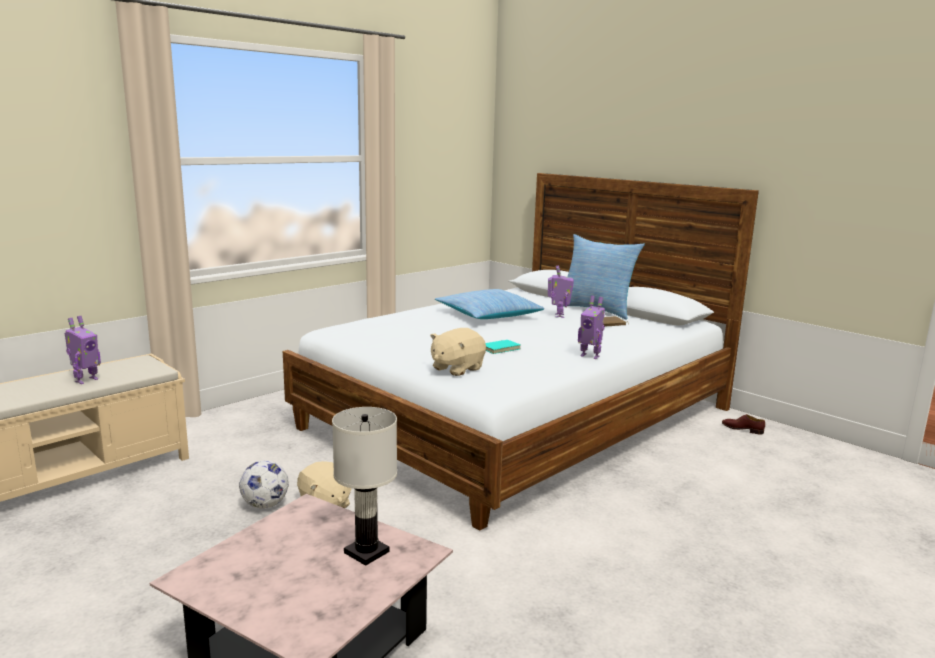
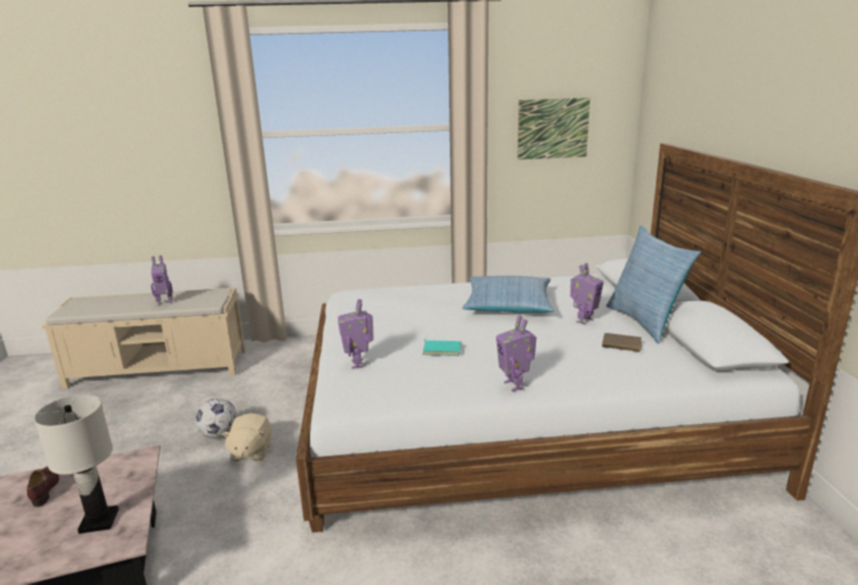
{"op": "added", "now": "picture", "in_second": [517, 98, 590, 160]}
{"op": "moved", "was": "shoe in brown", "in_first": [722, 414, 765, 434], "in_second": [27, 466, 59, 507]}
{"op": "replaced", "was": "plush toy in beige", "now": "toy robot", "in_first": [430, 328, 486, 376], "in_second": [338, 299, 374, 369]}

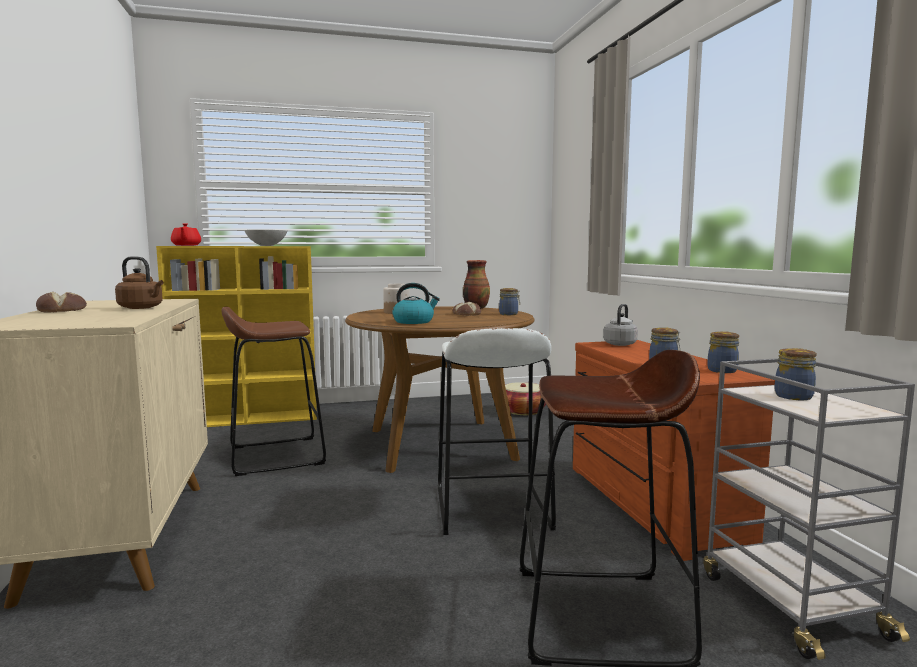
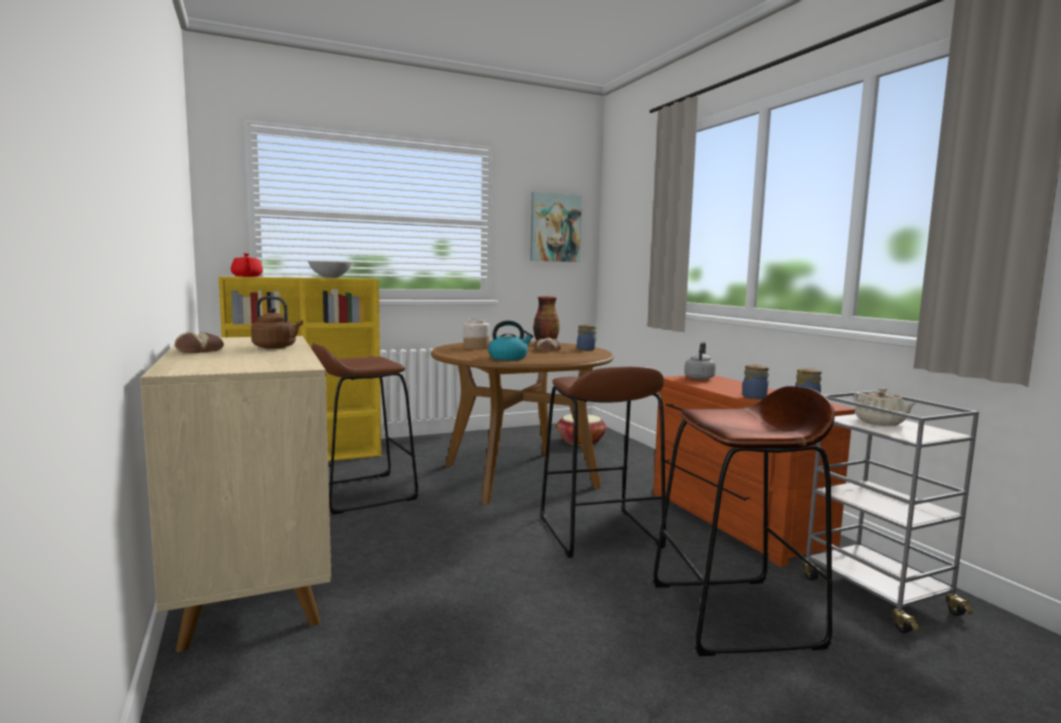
{"op": "added", "now": "picture", "in_second": [530, 192, 582, 262]}
{"op": "replaced", "was": "jar", "now": "teapot in beige", "in_first": [775, 348, 817, 400], "in_second": [853, 387, 917, 426]}
{"op": "recoloured", "was": "stool in white", "now": "stool in brown", "in_first": [438, 328, 556, 535], "in_second": [541, 366, 666, 558]}

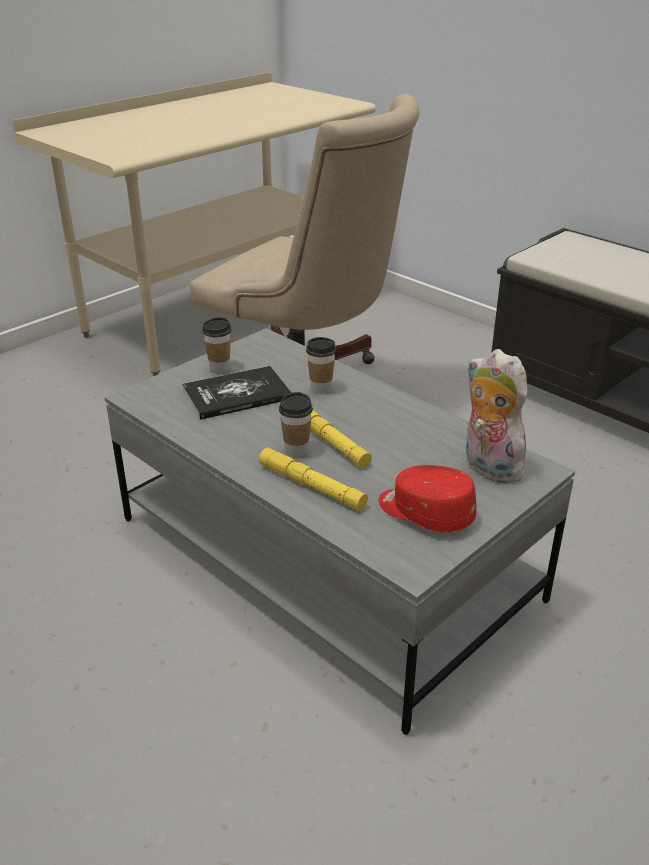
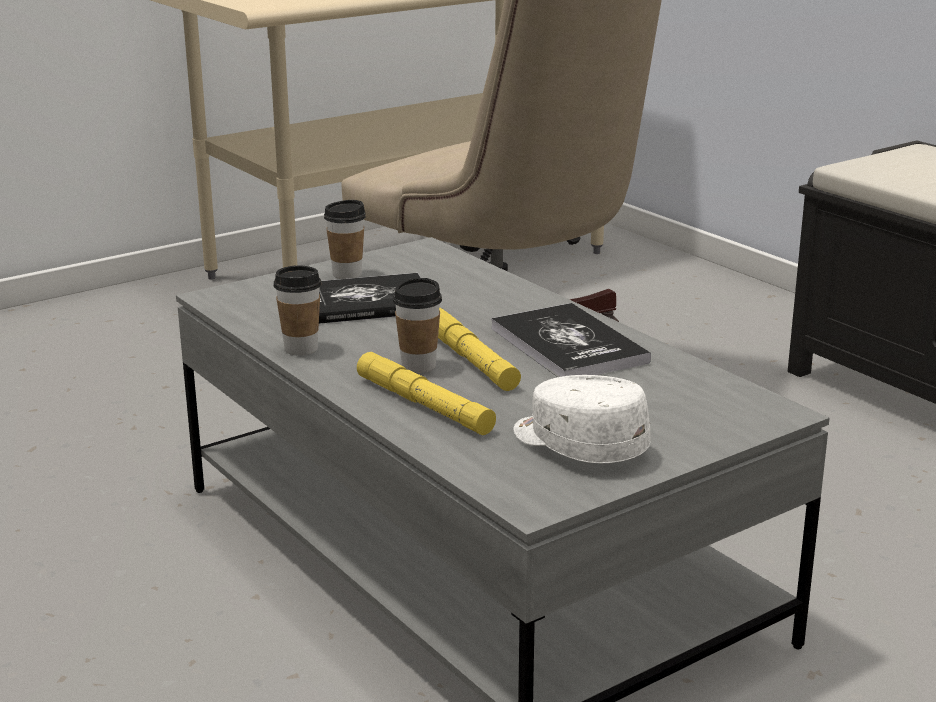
{"op": "removed", "was": "plush toy", "in_first": [466, 349, 527, 483]}
{"op": "added", "now": "book", "in_second": [491, 303, 651, 377]}
{"op": "moved", "was": "cup", "in_first": [306, 337, 336, 394], "in_second": [274, 265, 321, 355]}
{"op": "recoloured", "was": "cap in red", "now": "cap in white", "in_first": [379, 465, 477, 533], "in_second": [514, 375, 651, 463]}

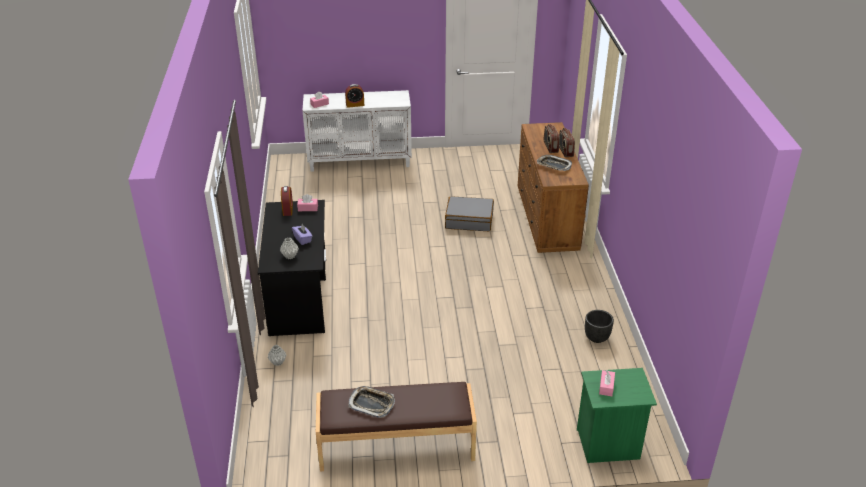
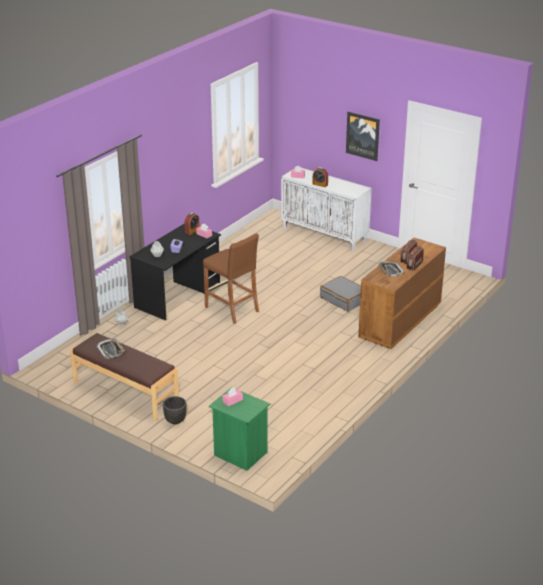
{"op": "added", "now": "stool in brown", "in_second": [203, 234, 259, 324]}
{"op": "added", "now": "picture", "in_second": [346, 112, 380, 161]}
{"op": "moved", "was": "planter in black", "in_first": [585, 310, 614, 343], "in_second": [163, 396, 187, 424]}

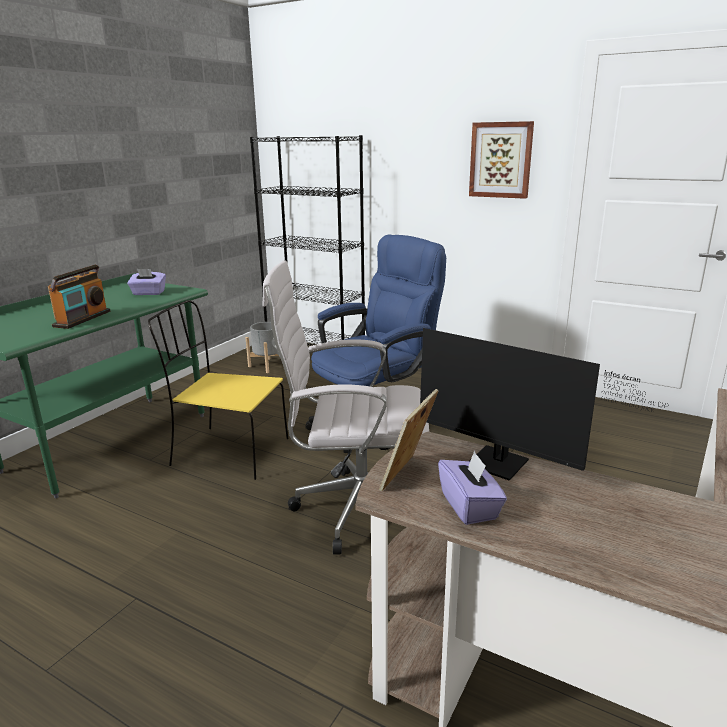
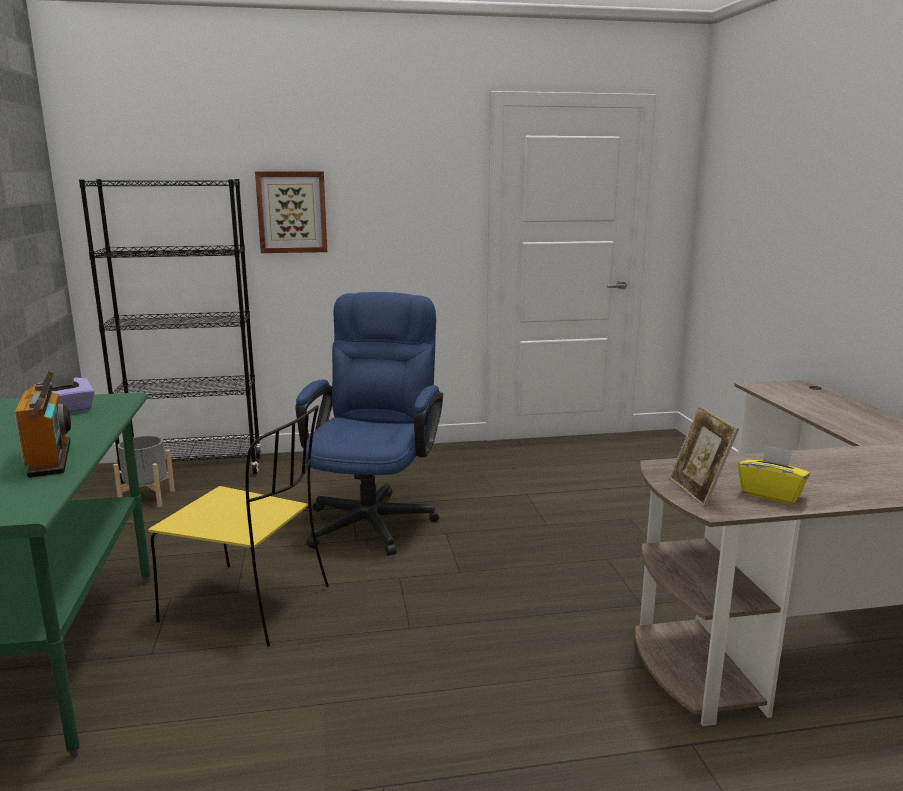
{"op": "removed", "was": "office chair in white", "in_first": [262, 260, 429, 554]}
{"op": "removed", "was": "monitor", "in_first": [420, 328, 667, 481]}
{"op": "moved", "was": "picture", "in_first": [469, 121, 534, 199], "in_second": [255, 171, 327, 253]}
{"op": "recoloured", "was": "tissue box in purple", "now": "tissue box in yellow", "in_first": [438, 451, 507, 525], "in_second": [738, 445, 810, 505]}
{"op": "turned", "was": "chair in yellow", "in_first": [148, 300, 288, 480], "in_second": [148, 405, 329, 647], "clockwise": -135}

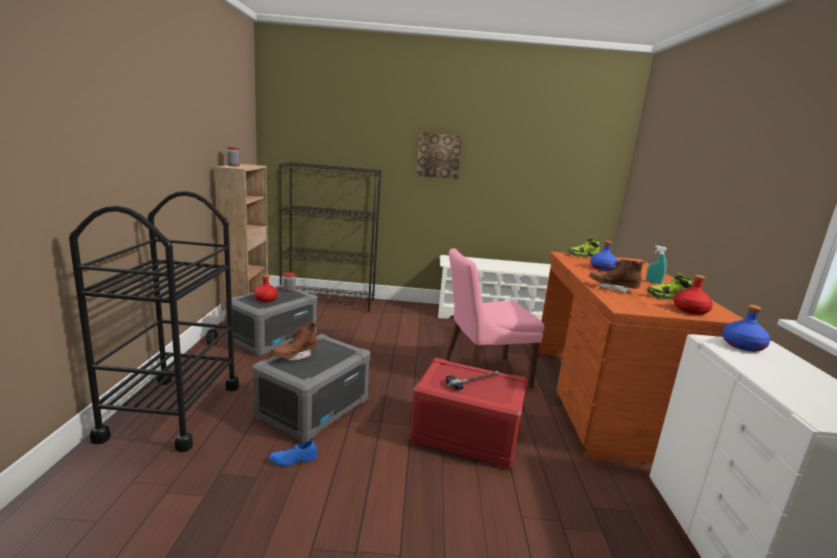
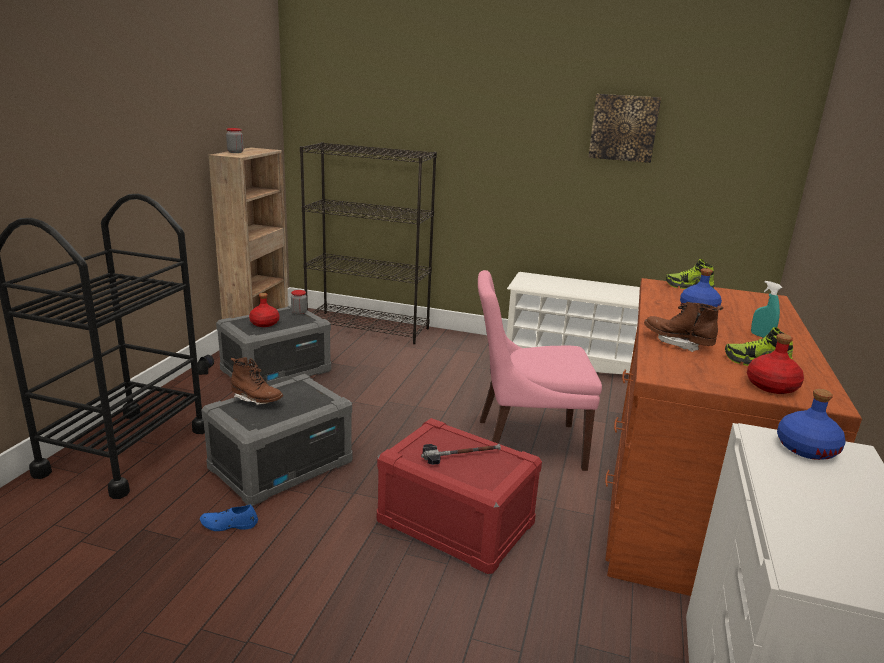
{"op": "moved", "was": "picture", "in_first": [417, 133, 462, 179], "in_second": [588, 94, 661, 163]}
{"op": "turned", "was": "boot in brown", "in_first": [273, 321, 317, 361], "in_second": [231, 357, 283, 405], "clockwise": -120}

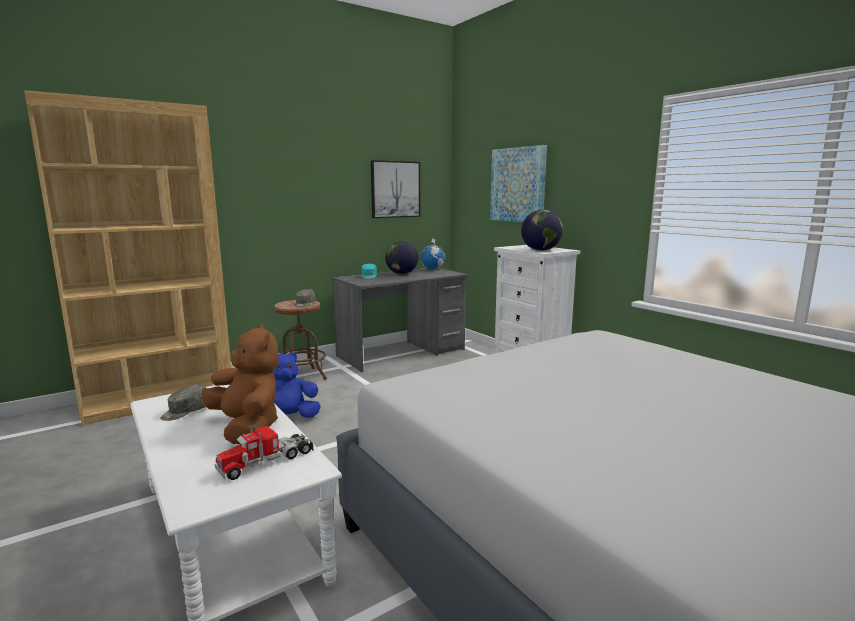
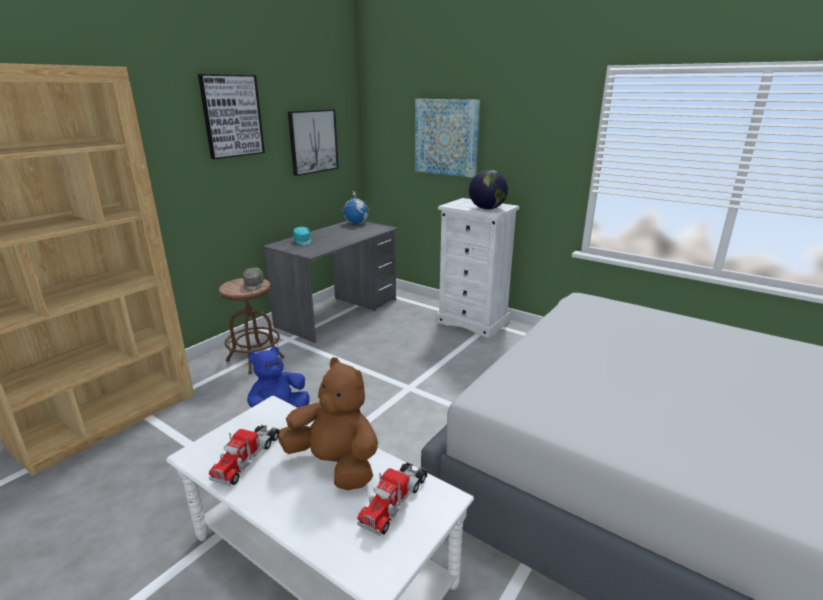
{"op": "removed", "was": "globe", "in_first": [385, 241, 418, 274]}
{"op": "added", "now": "picture", "in_second": [198, 74, 265, 159]}
{"op": "replaced", "was": "cap in grey", "now": "toy truck", "in_first": [160, 384, 206, 421], "in_second": [209, 425, 280, 486]}

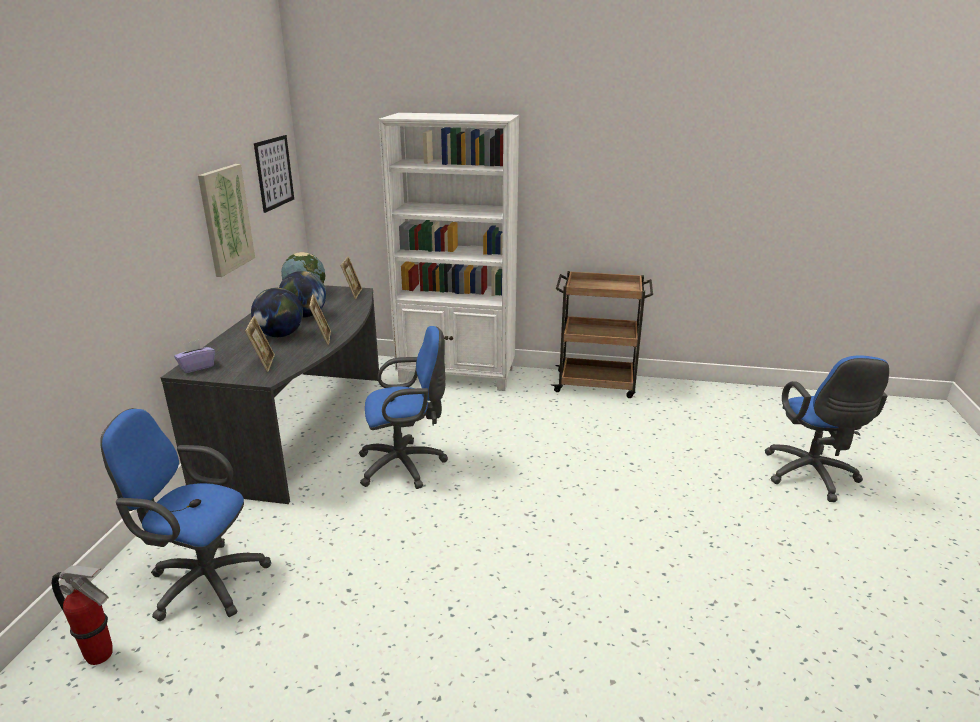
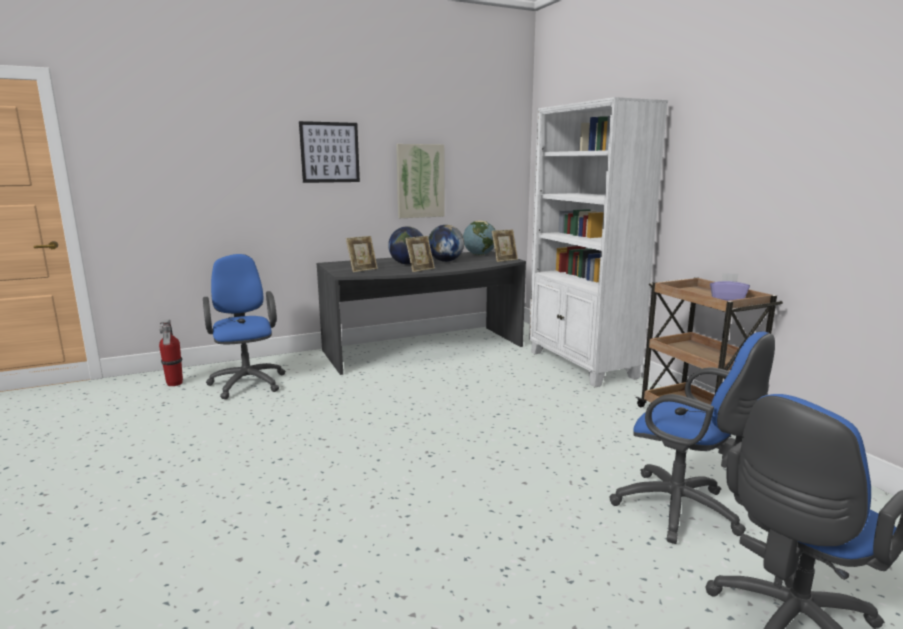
{"op": "moved", "was": "tissue box in purple", "in_first": [174, 340, 215, 373], "in_second": [710, 273, 750, 301]}
{"op": "moved", "was": "picture", "in_first": [254, 135, 294, 213], "in_second": [299, 121, 360, 183]}
{"op": "moved", "was": "office chair in blue", "in_first": [359, 326, 448, 489], "in_second": [609, 331, 775, 544]}

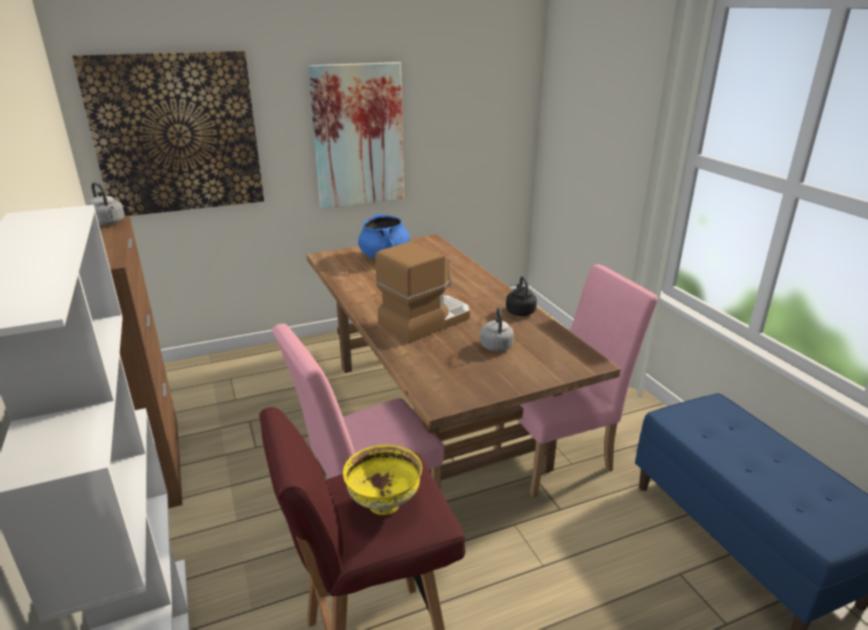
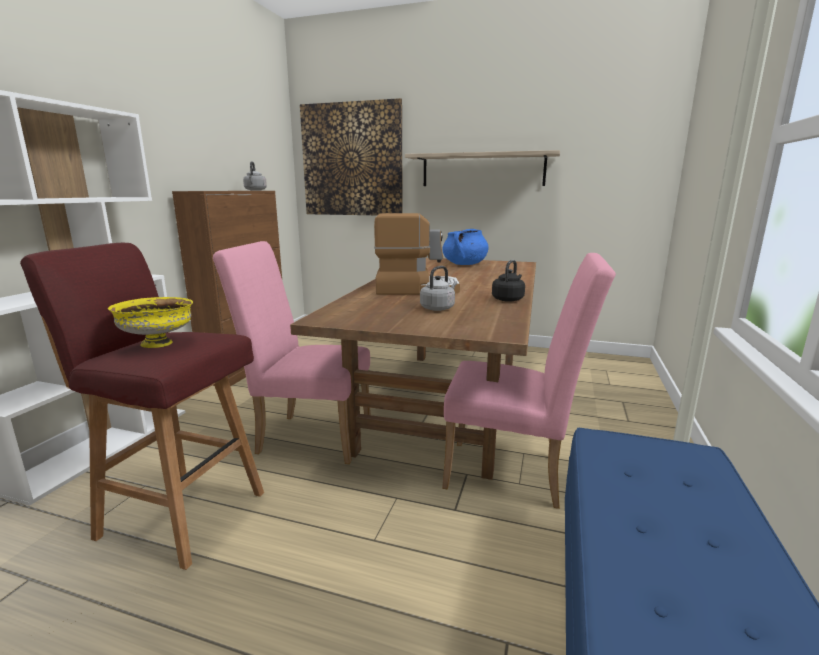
{"op": "replaced", "was": "picture", "now": "shelf", "in_first": [308, 62, 404, 209], "in_second": [405, 150, 560, 186]}

